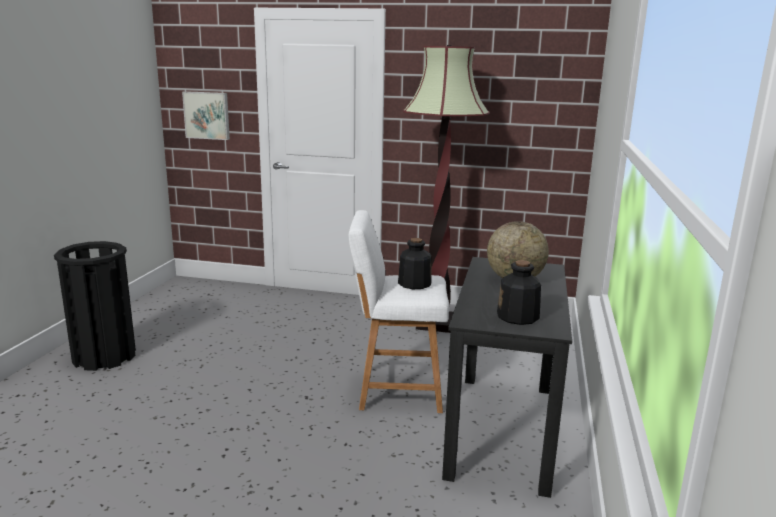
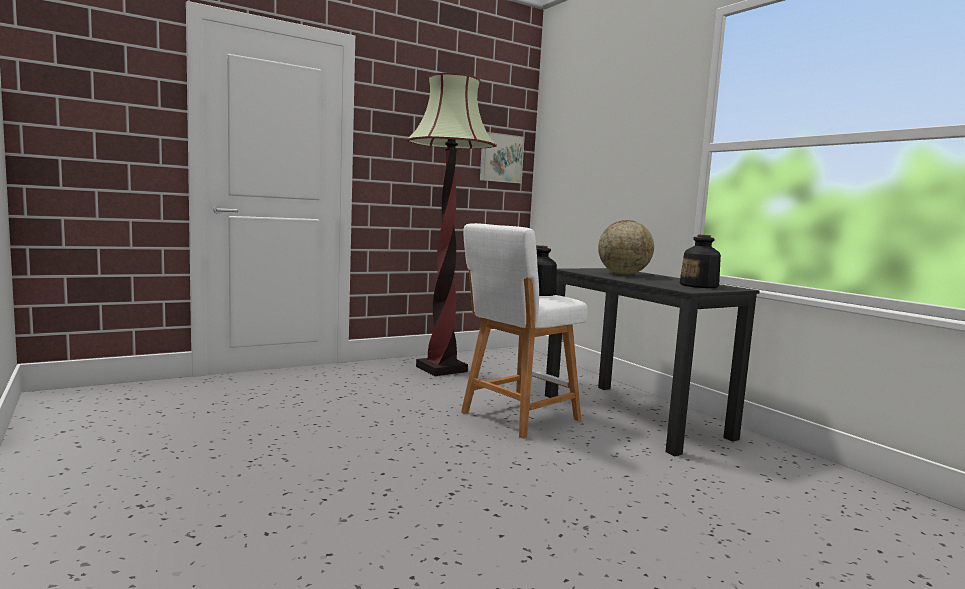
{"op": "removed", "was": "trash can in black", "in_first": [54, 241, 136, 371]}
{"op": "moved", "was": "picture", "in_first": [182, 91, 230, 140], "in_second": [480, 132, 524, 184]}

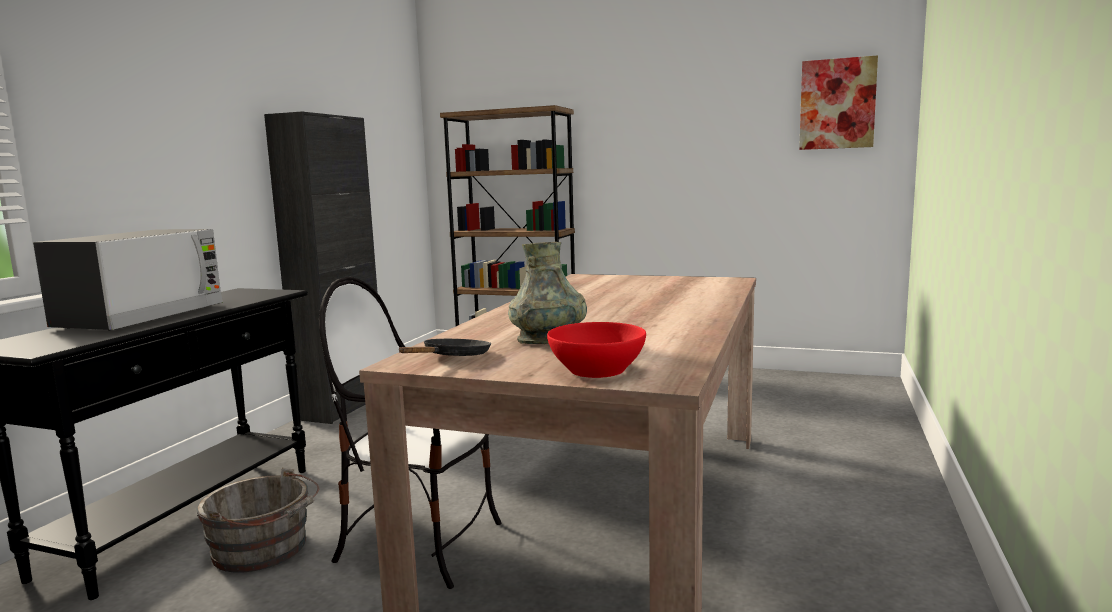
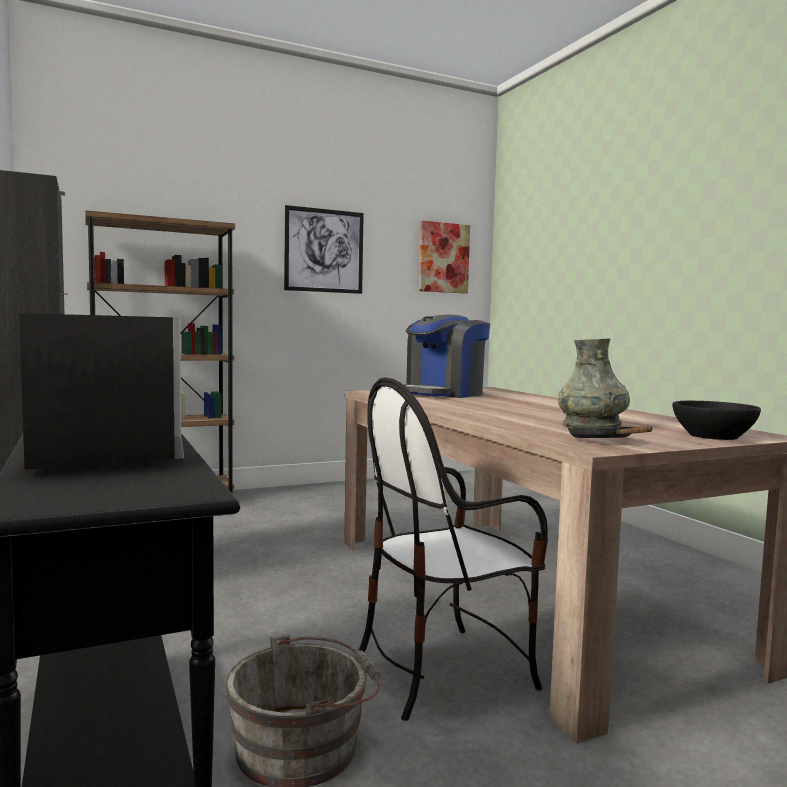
{"op": "added", "now": "picture", "in_second": [284, 205, 364, 294]}
{"op": "added", "now": "coffee machine", "in_second": [403, 315, 490, 398]}
{"op": "recoloured", "was": "bowl in red", "now": "bowl in black", "in_first": [547, 322, 646, 378], "in_second": [672, 401, 761, 440]}

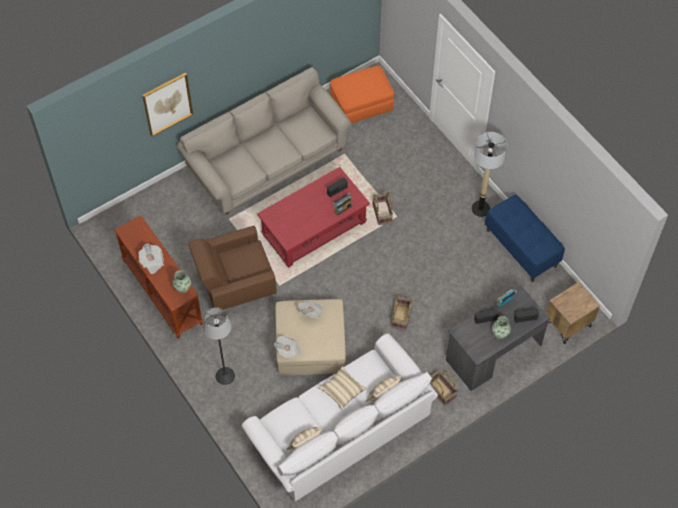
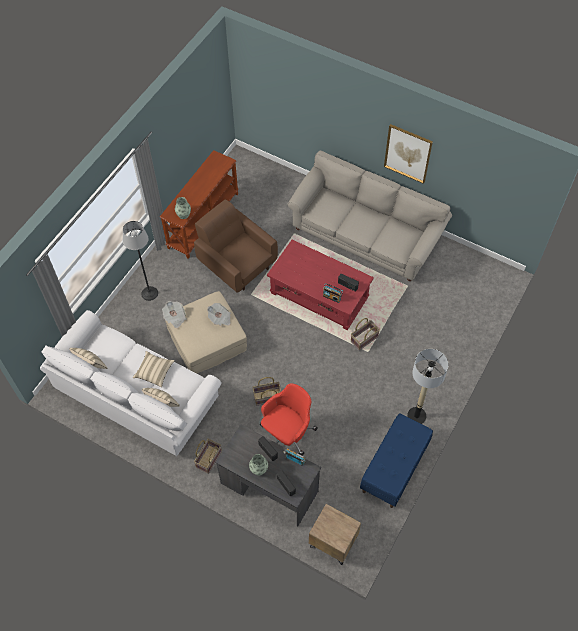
{"op": "removed", "was": "newspaper", "in_first": [139, 244, 164, 274]}
{"op": "removed", "was": "ottoman in orange", "in_first": [330, 66, 394, 124]}
{"op": "added", "now": "office chair in red", "in_second": [260, 383, 318, 456]}
{"op": "moved", "was": "picture", "in_first": [142, 73, 193, 136], "in_second": [384, 124, 433, 184]}

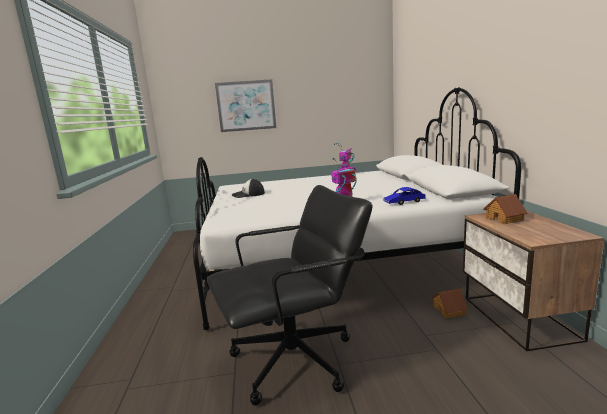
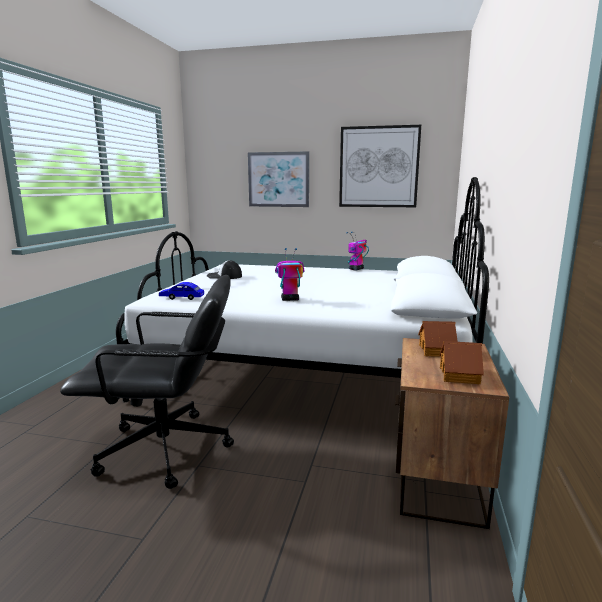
{"op": "added", "now": "picture", "in_second": [339, 125, 421, 207]}
{"op": "moved", "was": "toy car in blue", "in_first": [384, 187, 425, 205], "in_second": [159, 282, 204, 300]}
{"op": "moved", "was": "toy house", "in_first": [431, 289, 468, 319], "in_second": [439, 341, 484, 384]}

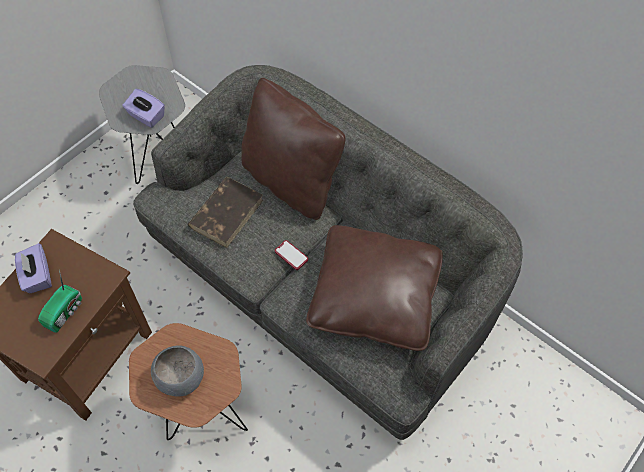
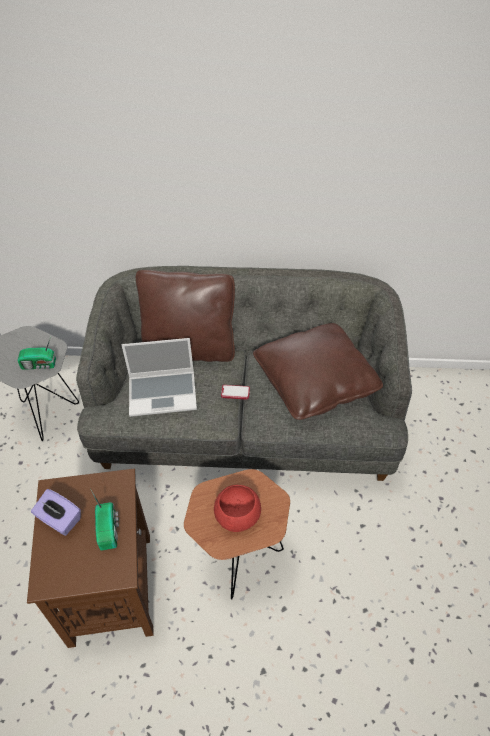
{"op": "replaced", "was": "tissue box in purple", "now": "radio", "in_first": [123, 89, 165, 128], "in_second": [18, 337, 56, 370]}
{"op": "replaced", "was": "book in brown", "now": "laptop", "in_first": [188, 177, 263, 248], "in_second": [122, 338, 197, 417]}
{"op": "recoloured", "was": "bowl in grey", "now": "bowl in red", "in_first": [151, 345, 204, 397], "in_second": [214, 485, 261, 532]}

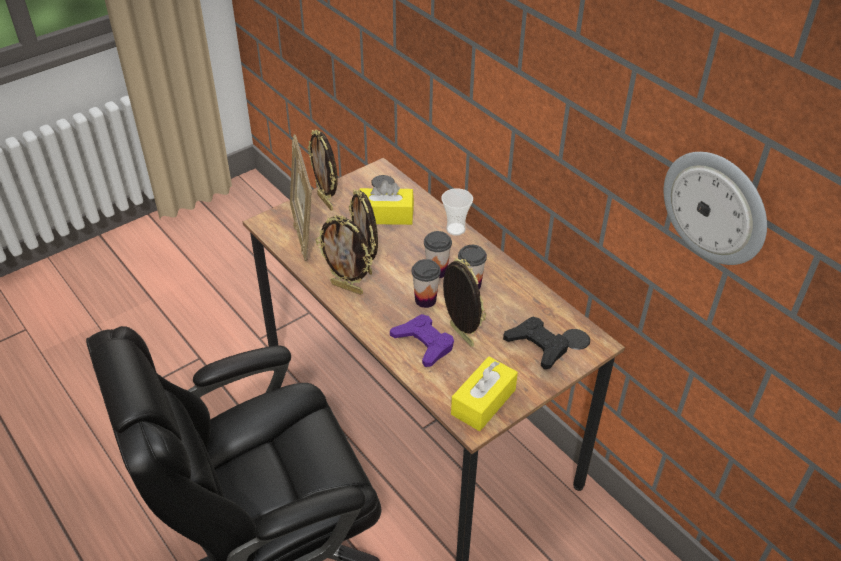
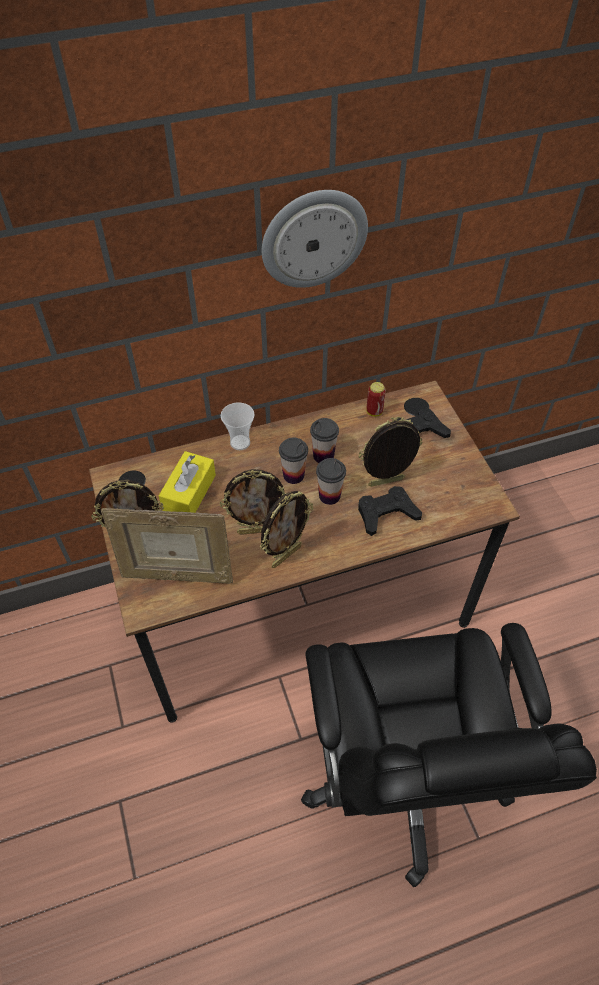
{"op": "removed", "was": "tissue box in yellow", "in_first": [451, 356, 518, 431]}
{"op": "added", "now": "can", "in_second": [366, 382, 386, 417]}
{"op": "moved", "was": "wall clock", "in_first": [664, 152, 767, 265], "in_second": [262, 190, 368, 288]}
{"op": "recoloured", "was": "game controller in purple", "now": "game controller in black", "in_first": [390, 314, 454, 367], "in_second": [358, 486, 422, 536]}

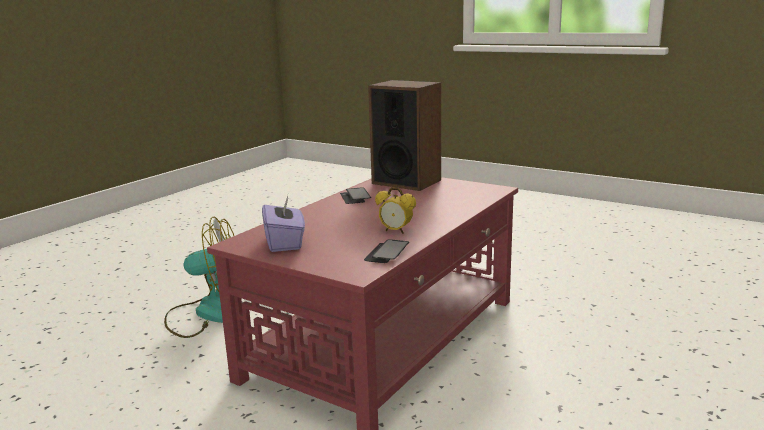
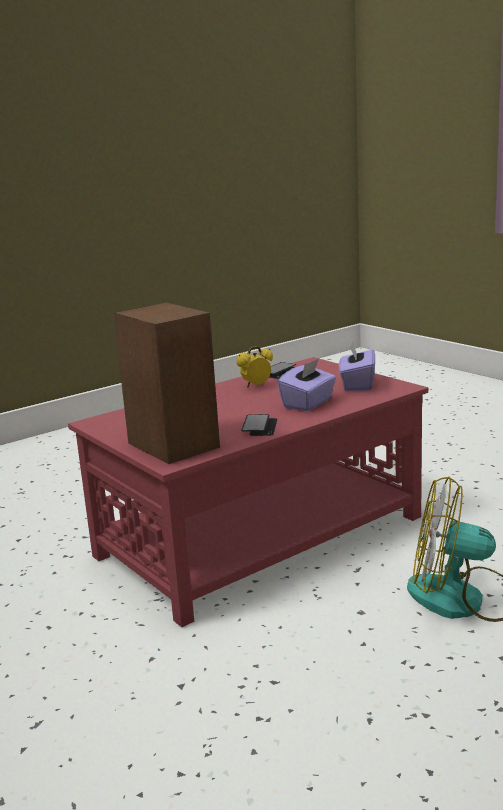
{"op": "added", "now": "tissue box in purple", "in_second": [277, 358, 336, 411]}
{"op": "turned", "was": "alarm clock", "in_first": [375, 187, 416, 234], "in_second": [237, 346, 273, 388], "clockwise": -75}

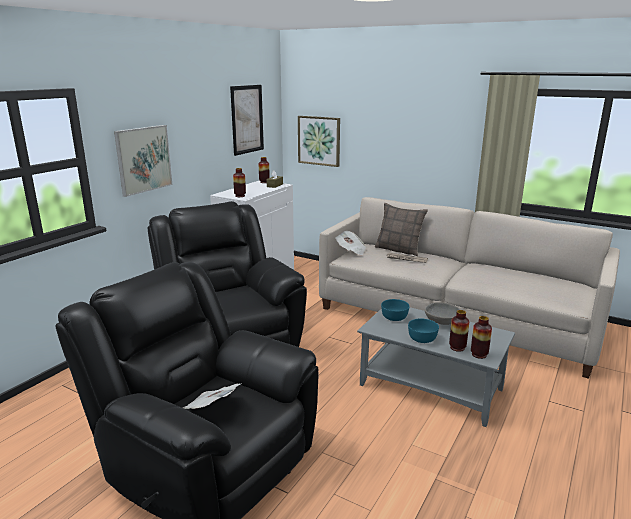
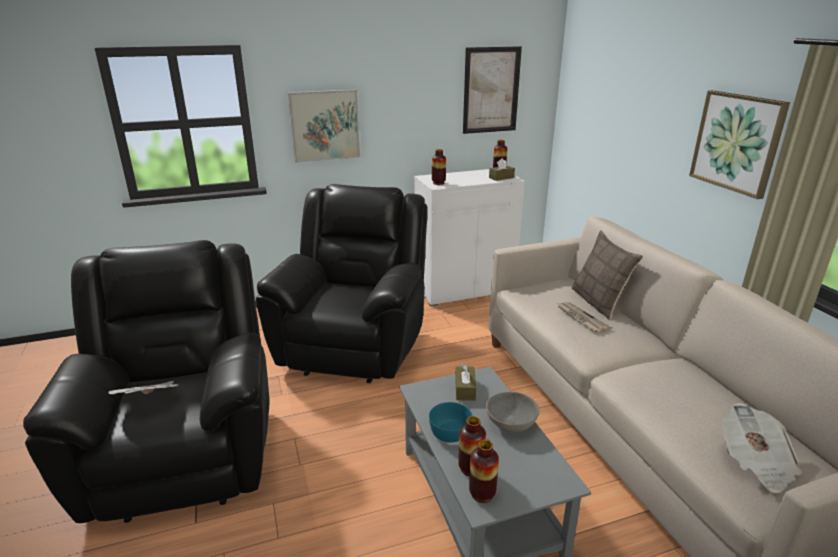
{"op": "moved", "was": "picture", "in_first": [298, 116, 340, 167], "in_second": [689, 90, 790, 199]}
{"op": "moved", "was": "newspaper", "in_first": [336, 231, 367, 255], "in_second": [721, 403, 802, 494]}
{"op": "replaced", "was": "bowl in turquoise", "now": "tissue box in brown", "in_first": [381, 299, 409, 321], "in_second": [455, 363, 476, 401]}

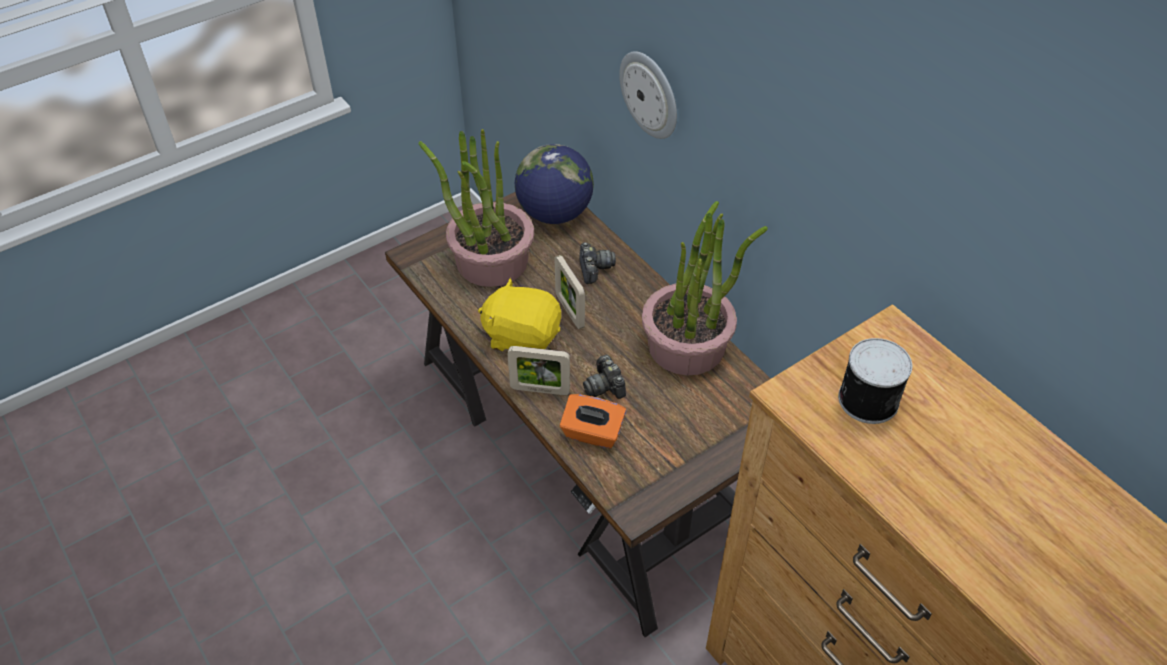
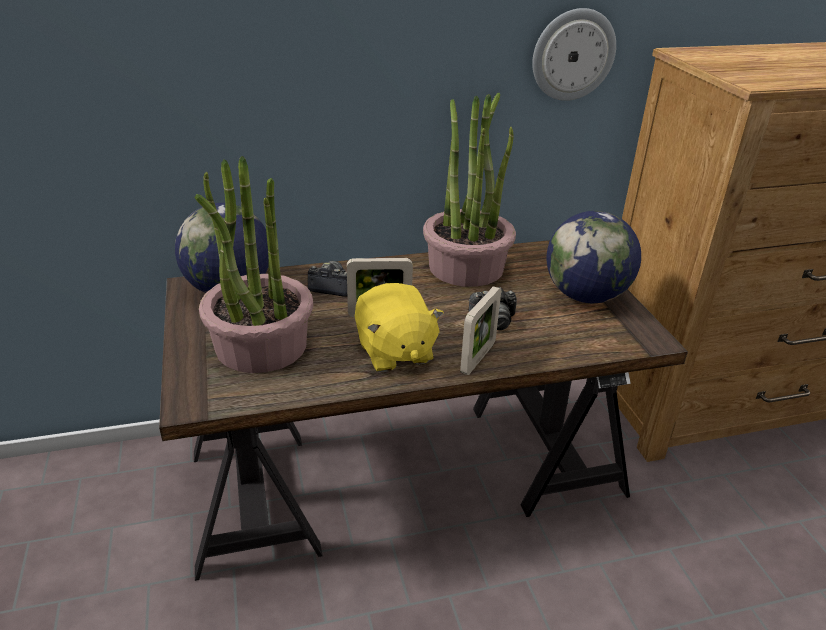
{"op": "removed", "was": "tissue box in orange", "in_first": [560, 394, 626, 448]}
{"op": "removed", "was": "can", "in_first": [838, 338, 912, 424]}
{"op": "added", "now": "globe", "in_second": [546, 211, 641, 303]}
{"op": "moved", "was": "wall clock", "in_first": [619, 51, 677, 139], "in_second": [532, 8, 616, 101]}
{"op": "turned", "was": "plush toy in yellow", "in_first": [478, 278, 561, 351], "in_second": [355, 283, 444, 372], "clockwise": -60}

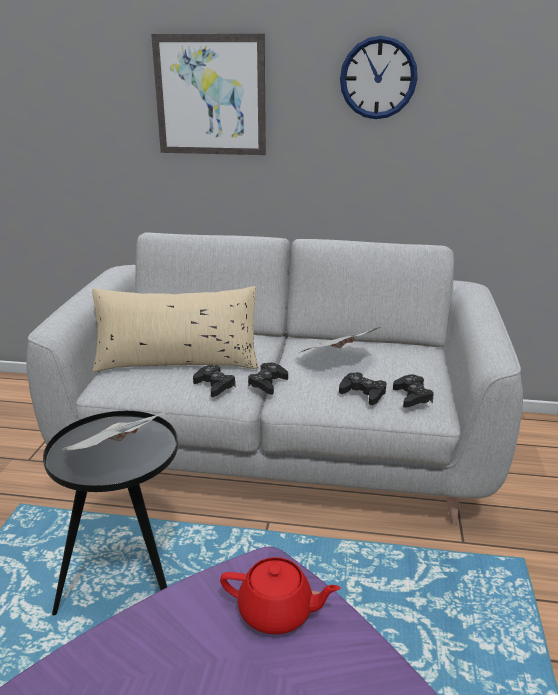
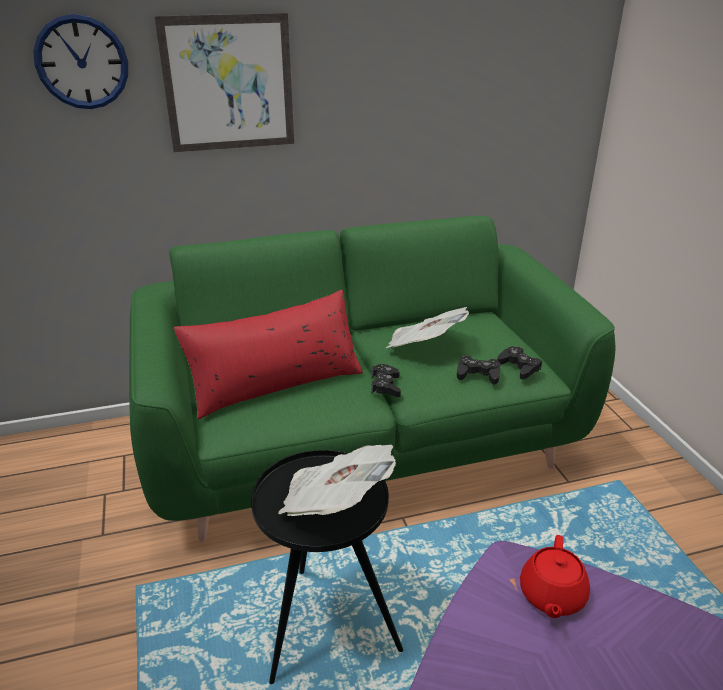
{"op": "removed", "was": "game controller in black", "in_first": [193, 365, 236, 397]}
{"op": "moved", "was": "wall clock", "in_first": [340, 36, 418, 119], "in_second": [33, 14, 128, 109]}
{"op": "recoloured", "was": "sofa in grey", "now": "sofa in green", "in_first": [26, 233, 523, 525], "in_second": [129, 215, 615, 542]}
{"op": "recoloured", "was": "pillow in beige", "now": "pillow in red", "in_first": [92, 286, 258, 372], "in_second": [174, 290, 363, 419]}
{"op": "turned", "was": "teapot in red", "in_first": [220, 557, 341, 634], "in_second": [520, 535, 590, 618], "clockwise": 120}

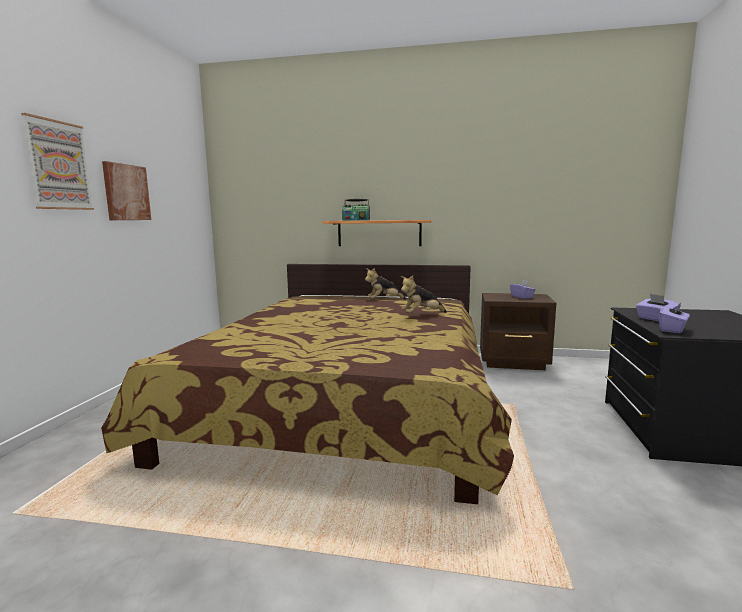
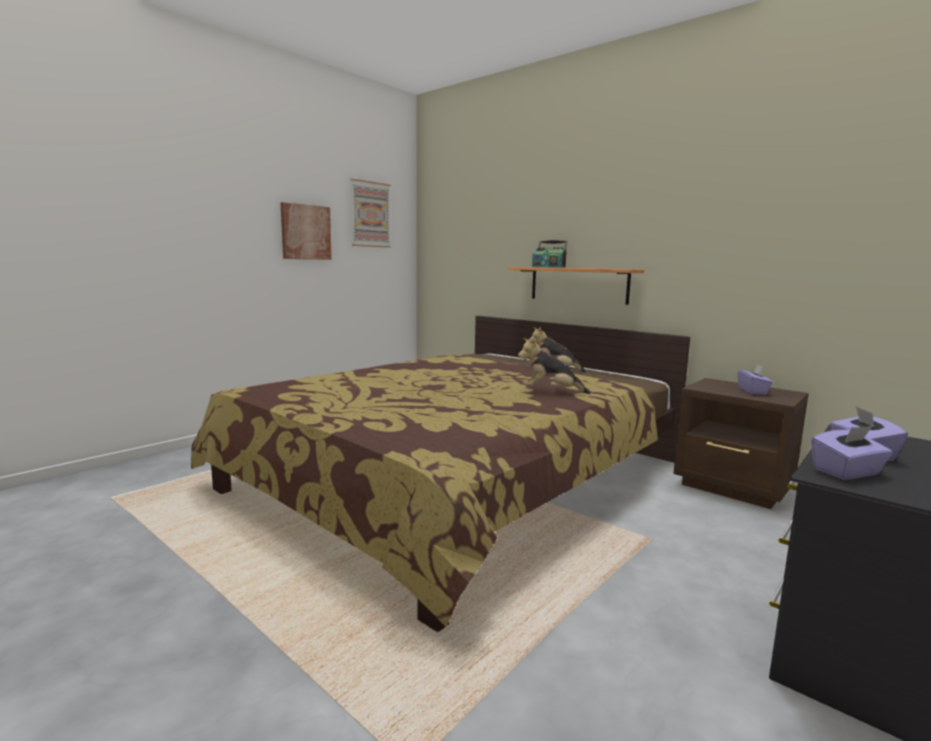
{"op": "moved", "was": "picture", "in_first": [21, 113, 94, 210], "in_second": [351, 179, 391, 248]}

